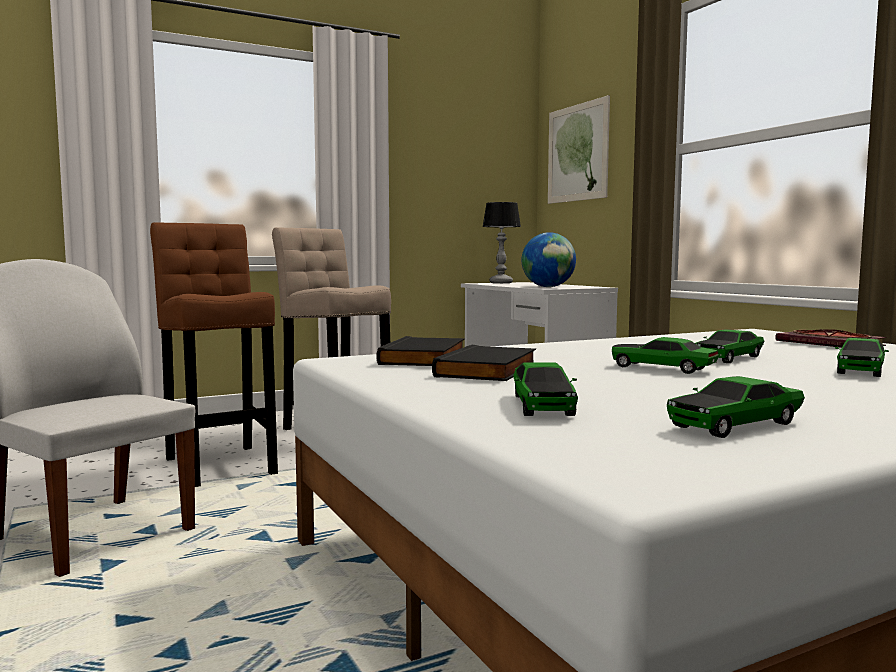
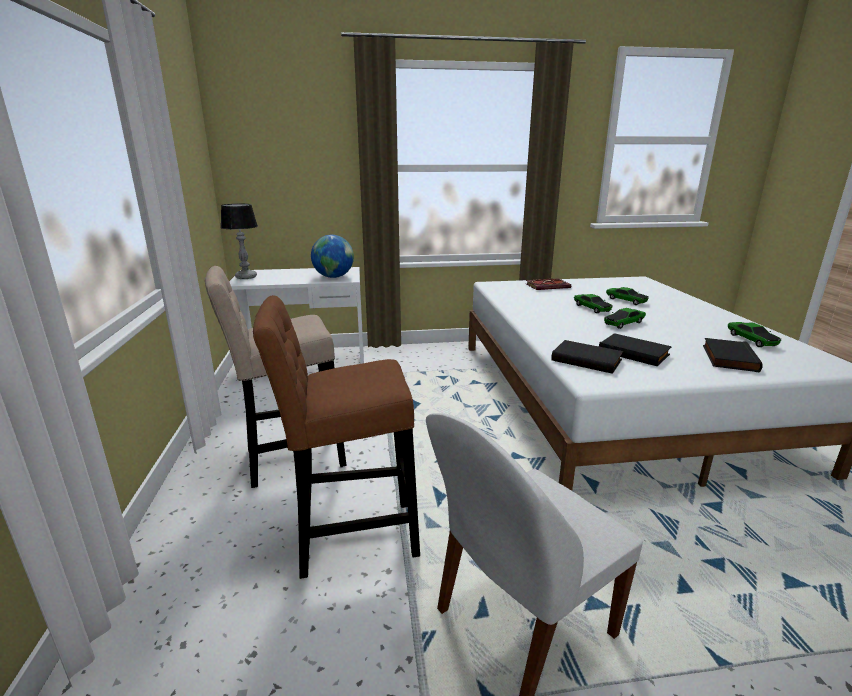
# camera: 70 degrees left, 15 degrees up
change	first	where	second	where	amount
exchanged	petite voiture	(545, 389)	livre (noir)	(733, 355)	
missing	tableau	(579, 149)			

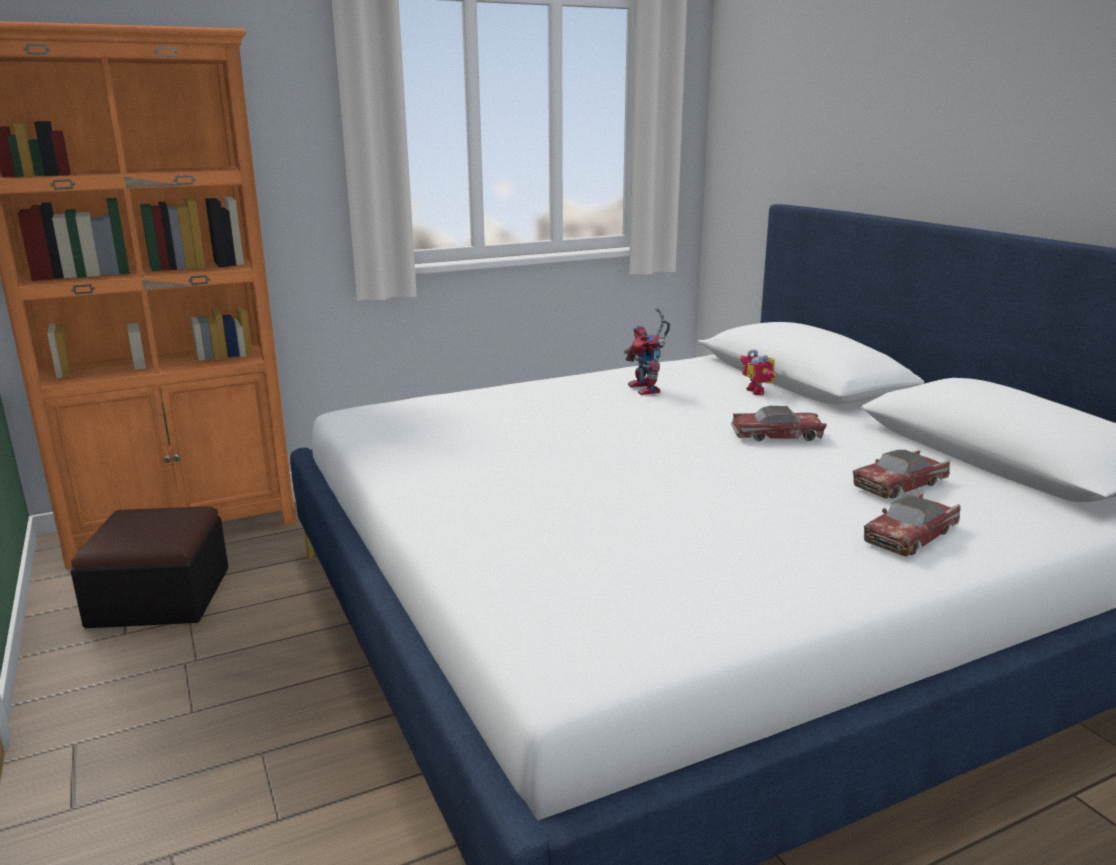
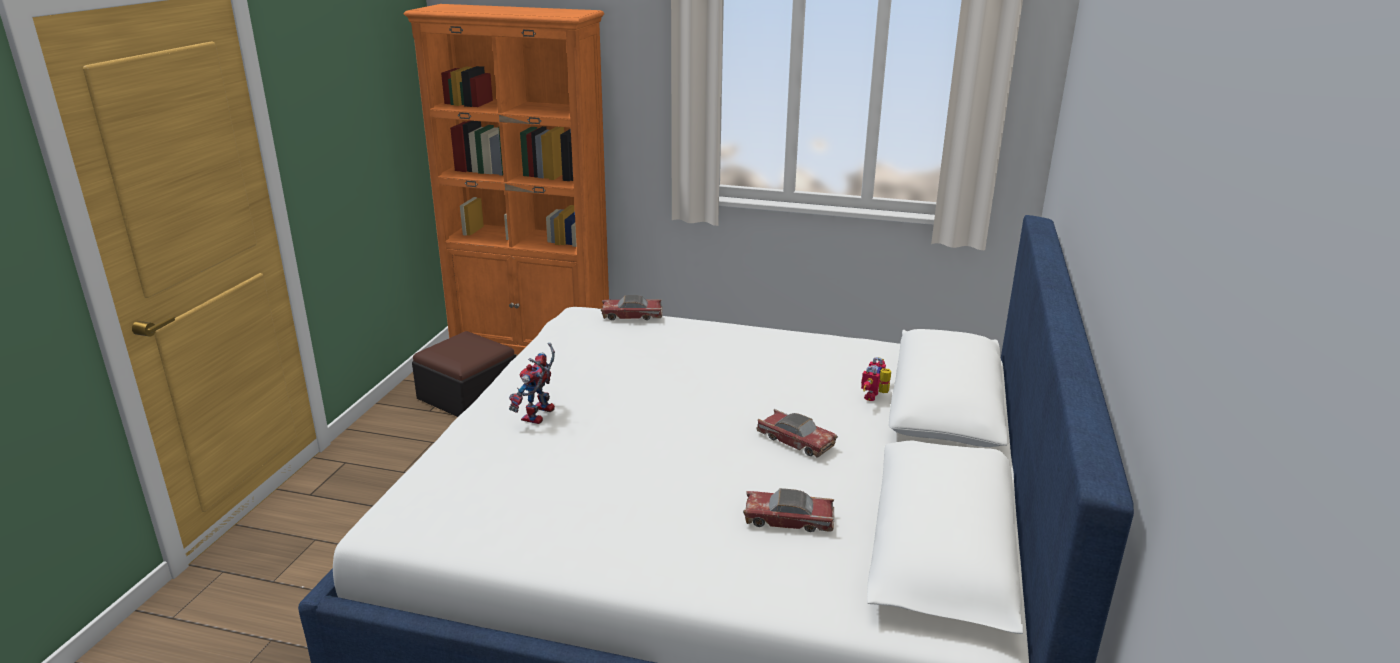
# camera: 40 degrees right, 5 degrees up
change	first	where	second	where	amount
relocated	robot jouet	(647, 351)		(532, 383)	
relocated	petite voiture	(912, 524)		(632, 307)	

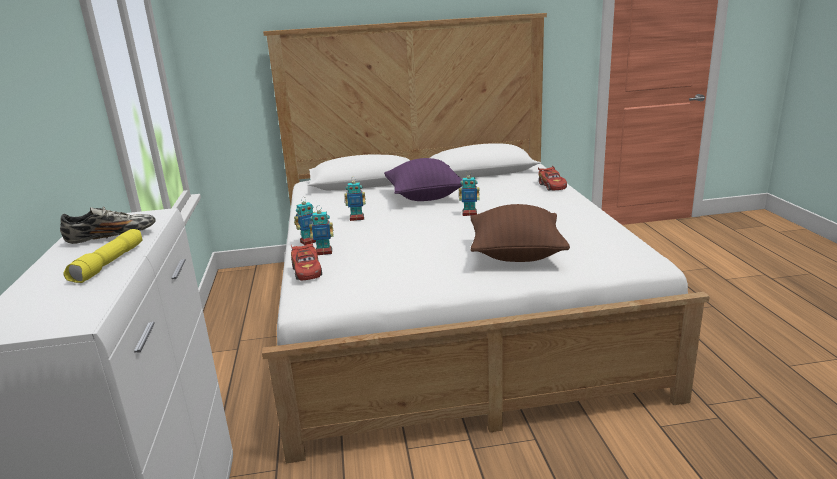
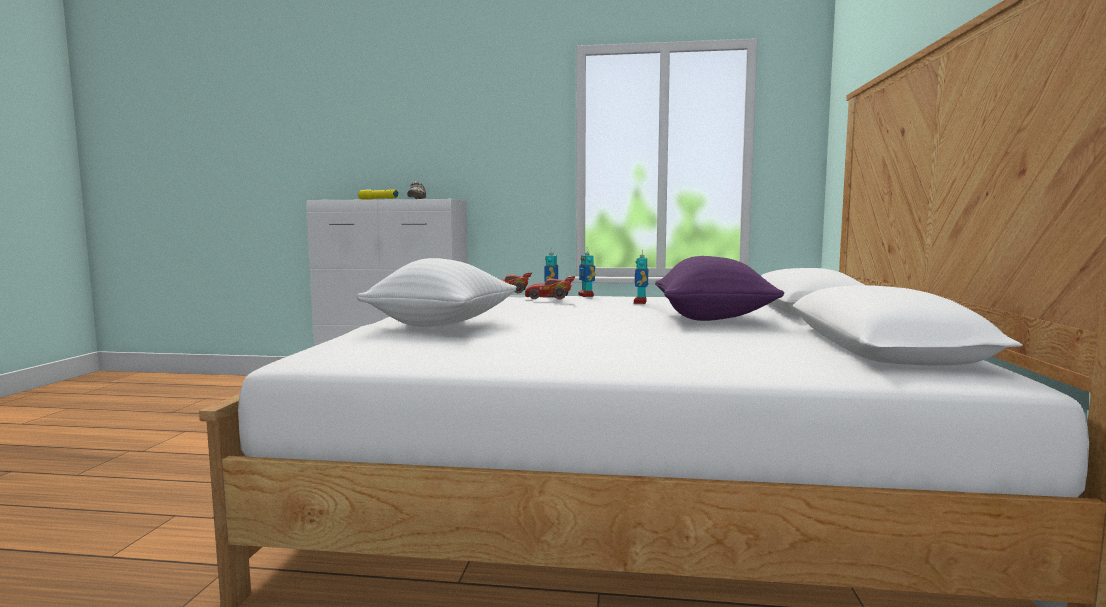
# camera: 105 degrees right, 15 degrees down
change	first	where	second	where	amount
missing	robot jouet	(469, 193)			
colour	coussin (marron)	(520, 233)	coussin (blanc)	(437, 292)	
relocated	petite voiture (rouge)	(552, 178)		(550, 288)	

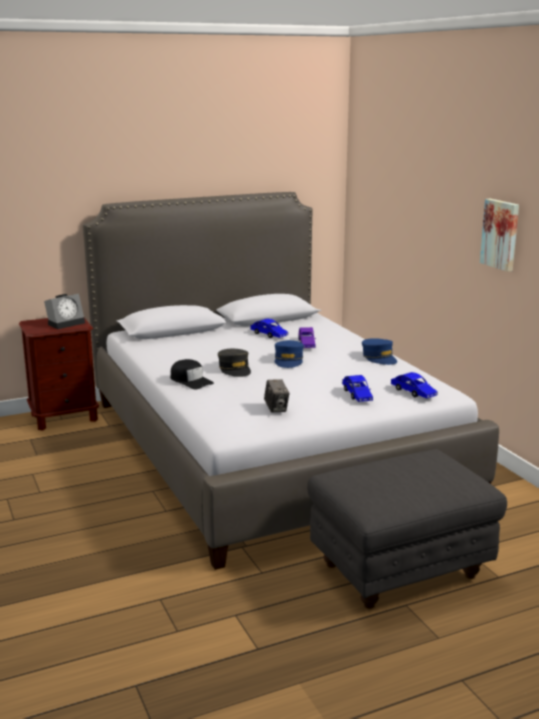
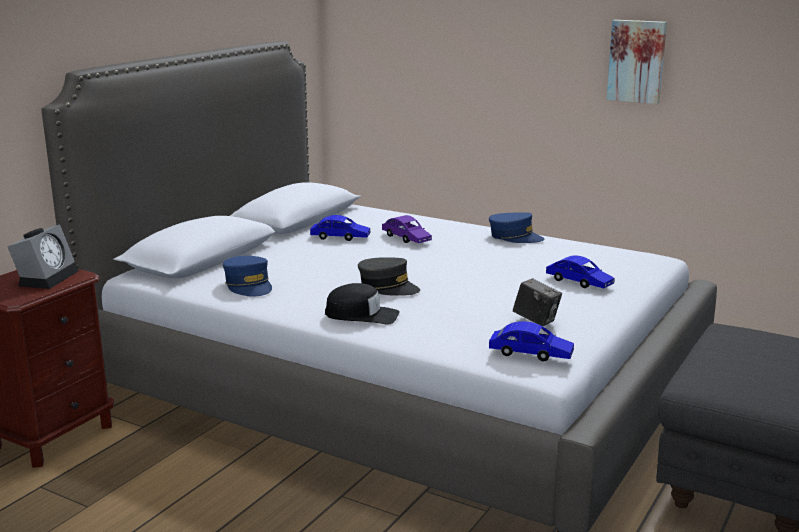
# camera: 35 degrees left, 0 degrees up
change	first	where	second	where	amount
relocated	casquette (bleu)	(289, 354)		(247, 276)	
relocated	petite voiture (bleu)	(414, 385)		(531, 341)	

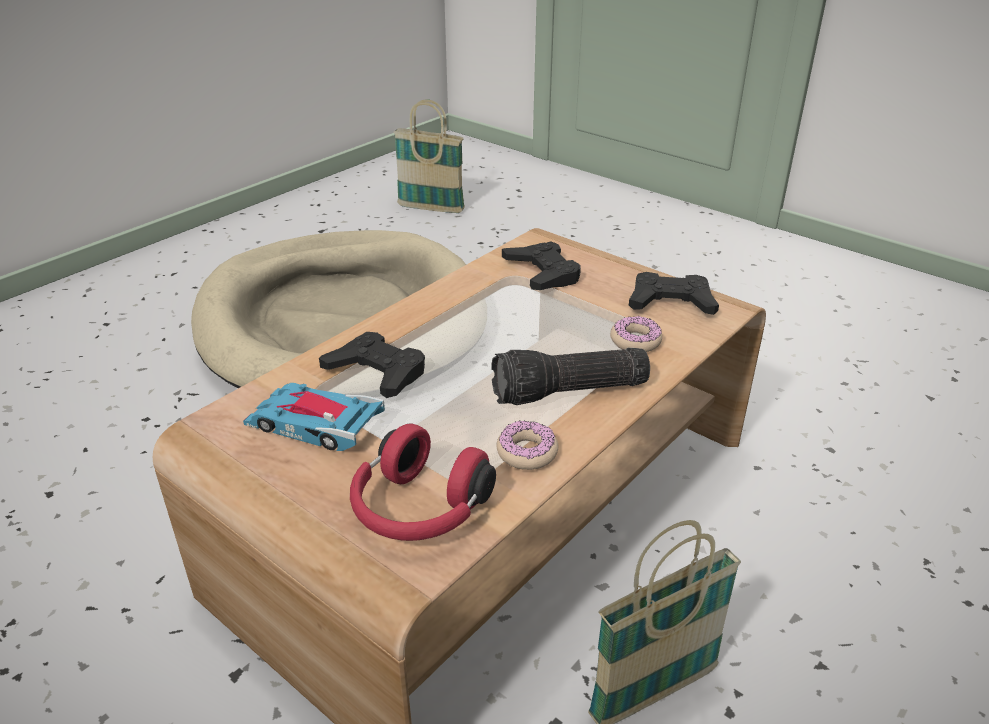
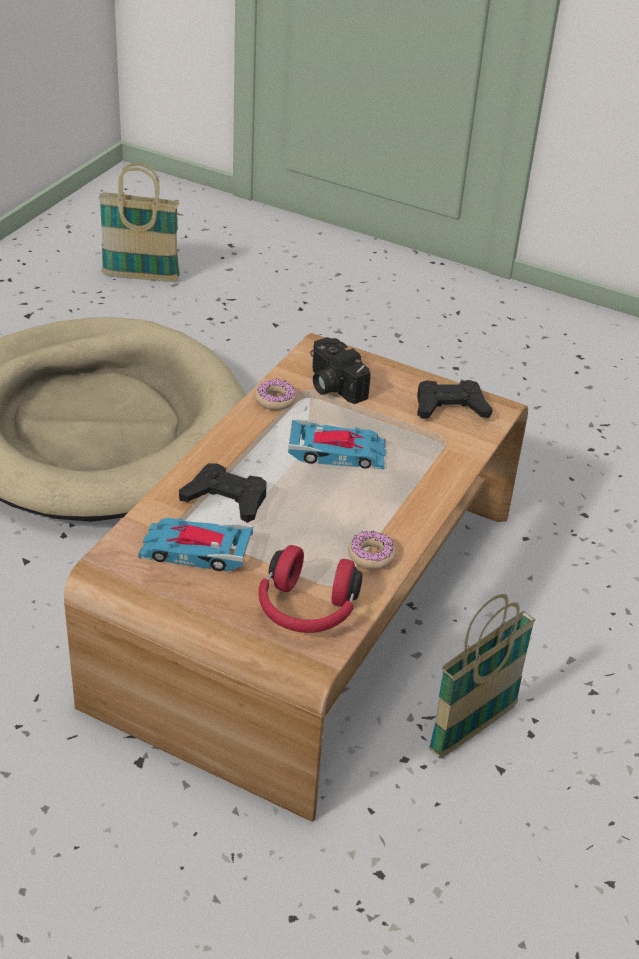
# camera: 15 degrees left, 5 degrees up
change	first	where	second	where	amount
missing	lampe de poche	(570, 376)			
exchanged	manette (noir)	(541, 265)	appareil photo	(340, 370)	
relocated	beignet	(636, 334)		(275, 394)	
appeared			petite voiture	(337, 444)	

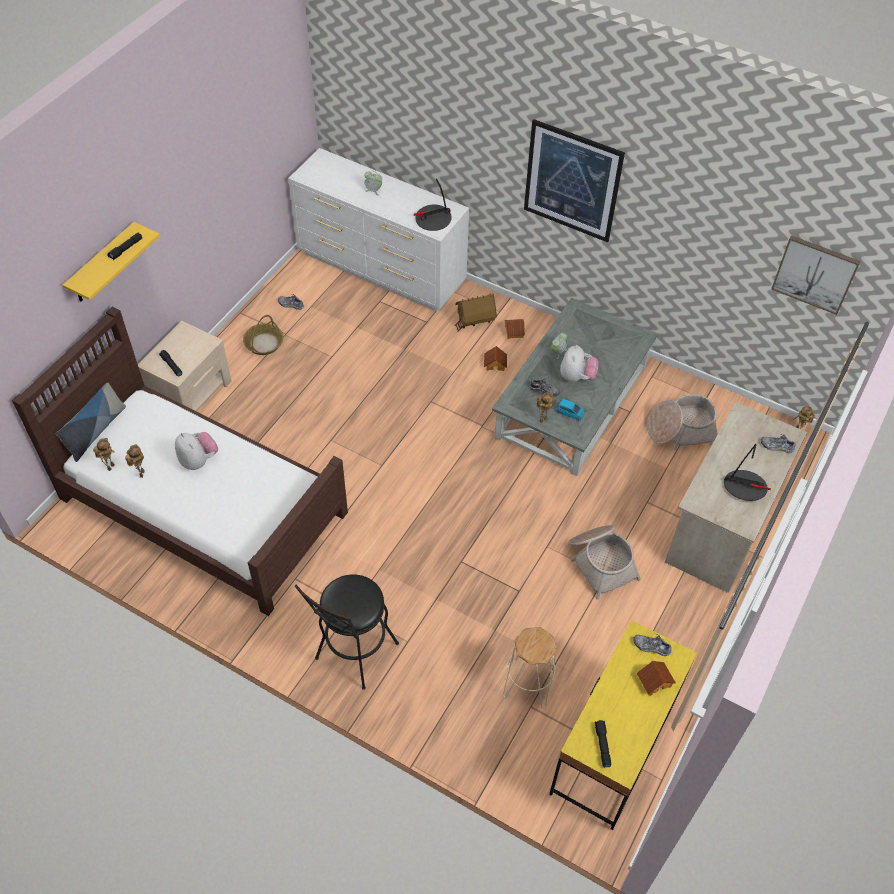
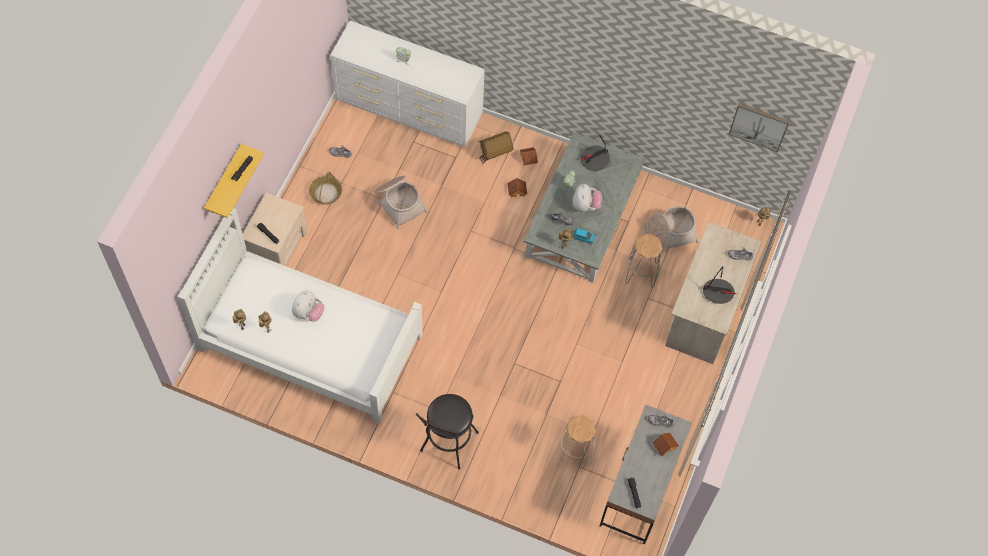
# camera: 10 degrees left, 10 degrees up
change	first	where	second	where	amount
colour	lit (marron)	(180, 461)	lit (blanc)	(300, 316)	
missing	coussin	(91, 422)			
spun	peluche	(196, 451)		(308, 306)	75 degrees clockwise
relocated	lampe de table	(433, 205)		(595, 153)	
missing	tableau	(574, 180)			
colour	bureau (jaune)	(623, 725)	bureau (gris)	(646, 474)	
relocated	panier	(604, 562)		(401, 203)	
appeared			tabouret (gris)	(644, 261)	

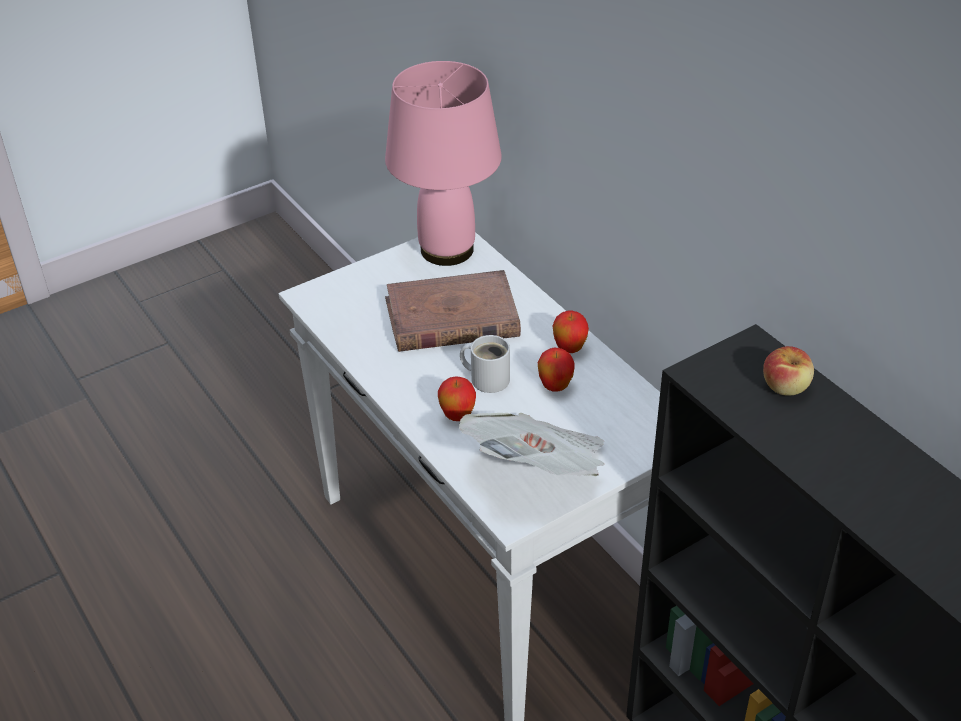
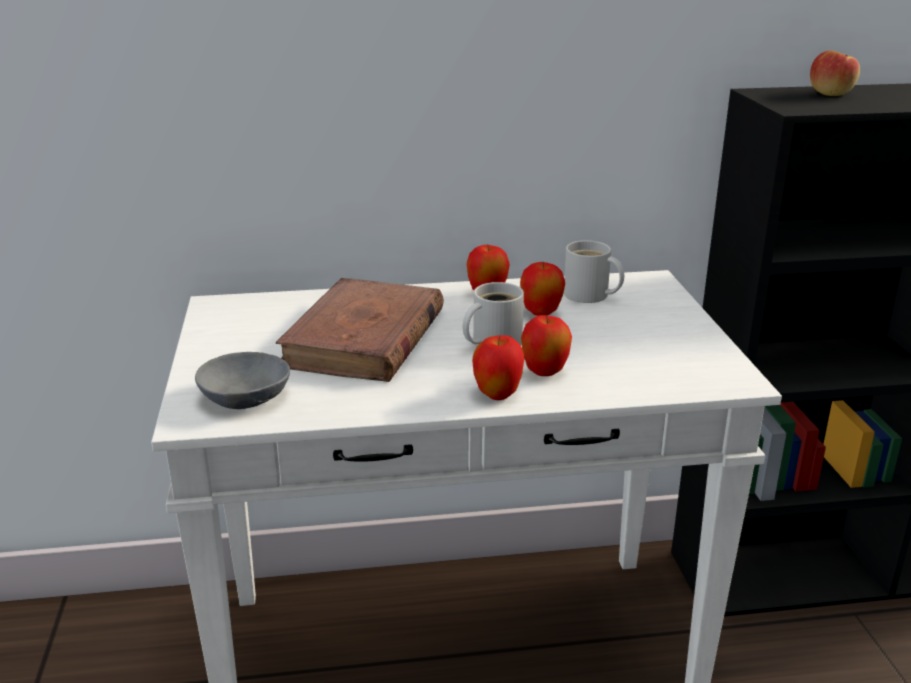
# camera: 65 degrees left, 15 degrees down
change	first	where	second	where	amount
missing	lampe de table (rose)	(443, 163)			
missing	journal	(532, 445)			
appeared			bol (gris)	(242, 380)	
appeared			pomme	(498, 367)	
appeared			mug (blanc)	(594, 271)	

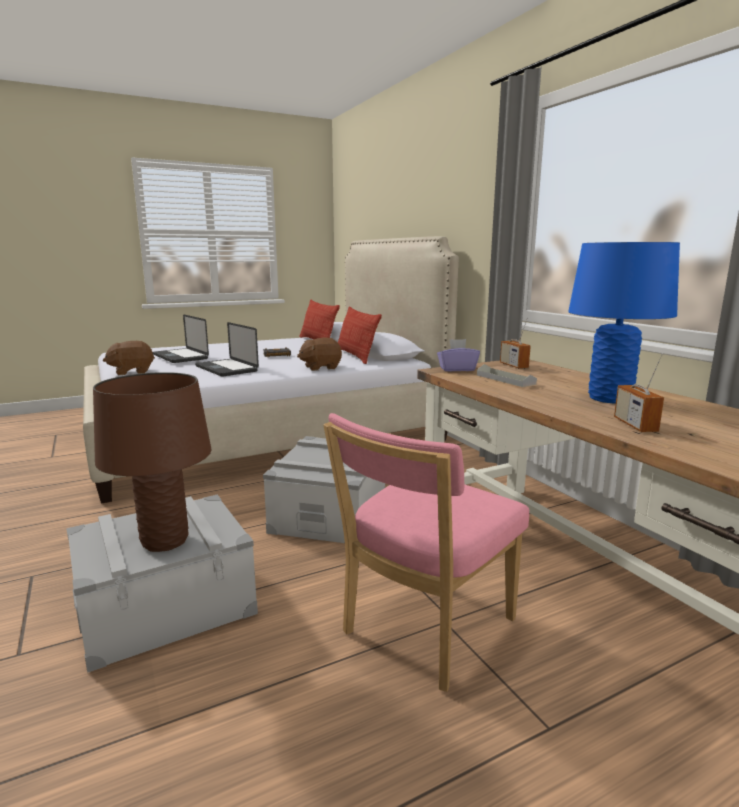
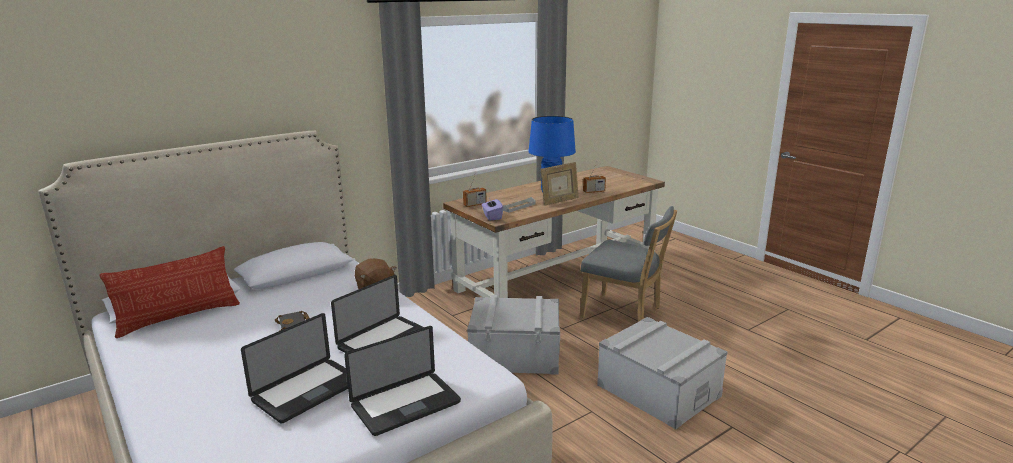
# camera: 100 degrees left, 5 degrees up
change	first	where	second	where	amount
missing	lampe de table (marron)	(152, 462)			
exchanged	peluche (marron)	(129, 358)	ordinateur portable	(402, 381)	
colour	chaise (rose)	(426, 552)	chaise (gris)	(628, 264)	
missing	coussin	(360, 335)			
appeared			cadre photo	(560, 183)	

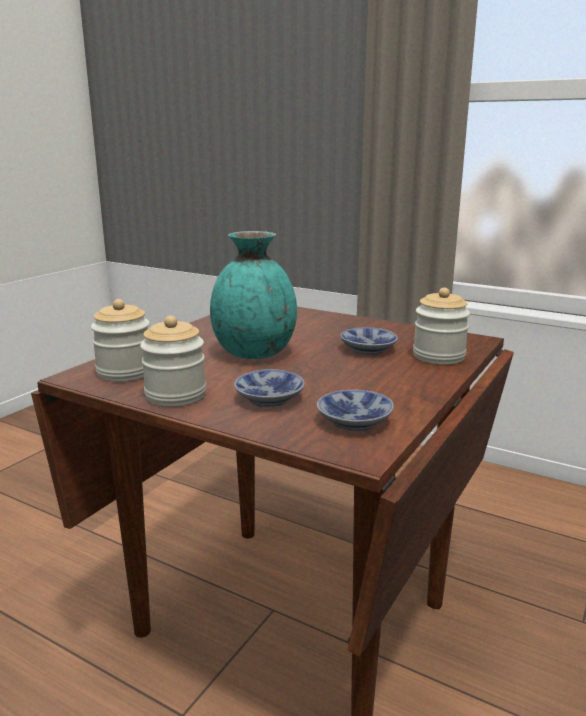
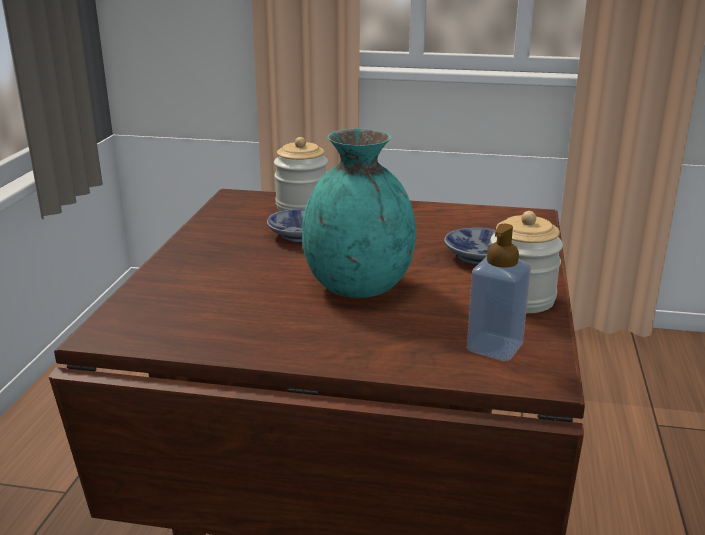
# camera: 110 degrees left, 5 degrees up
change	first	where	second	where	amount
exchanged	bocal	(120, 340)	distributeur de savon	(499, 292)	
missing	bol	(355, 410)			

